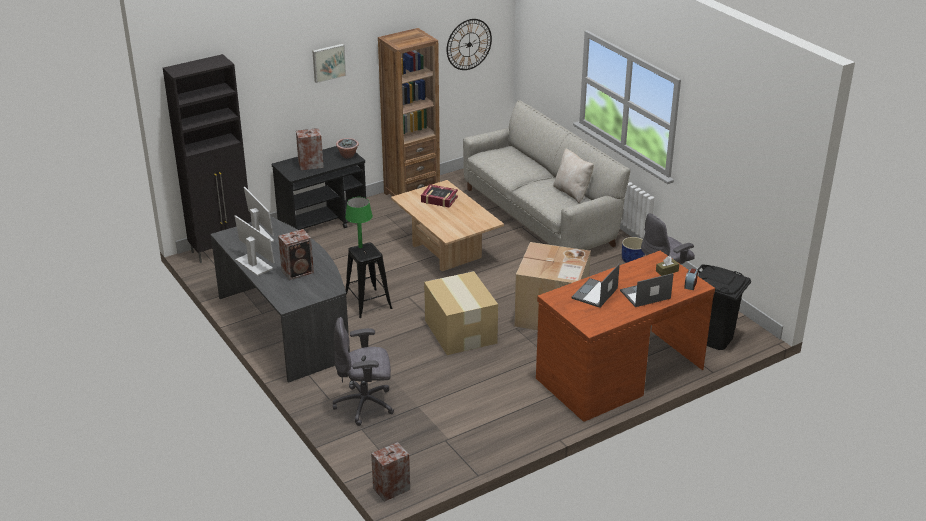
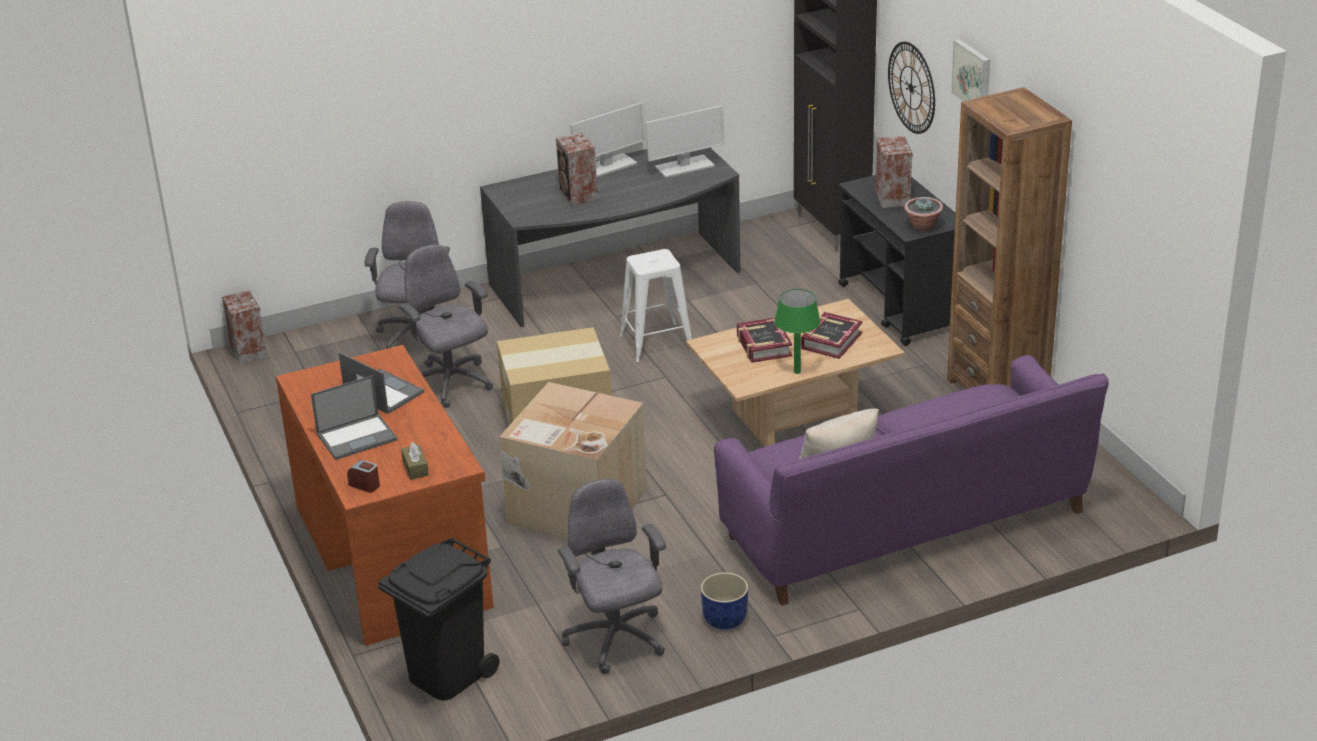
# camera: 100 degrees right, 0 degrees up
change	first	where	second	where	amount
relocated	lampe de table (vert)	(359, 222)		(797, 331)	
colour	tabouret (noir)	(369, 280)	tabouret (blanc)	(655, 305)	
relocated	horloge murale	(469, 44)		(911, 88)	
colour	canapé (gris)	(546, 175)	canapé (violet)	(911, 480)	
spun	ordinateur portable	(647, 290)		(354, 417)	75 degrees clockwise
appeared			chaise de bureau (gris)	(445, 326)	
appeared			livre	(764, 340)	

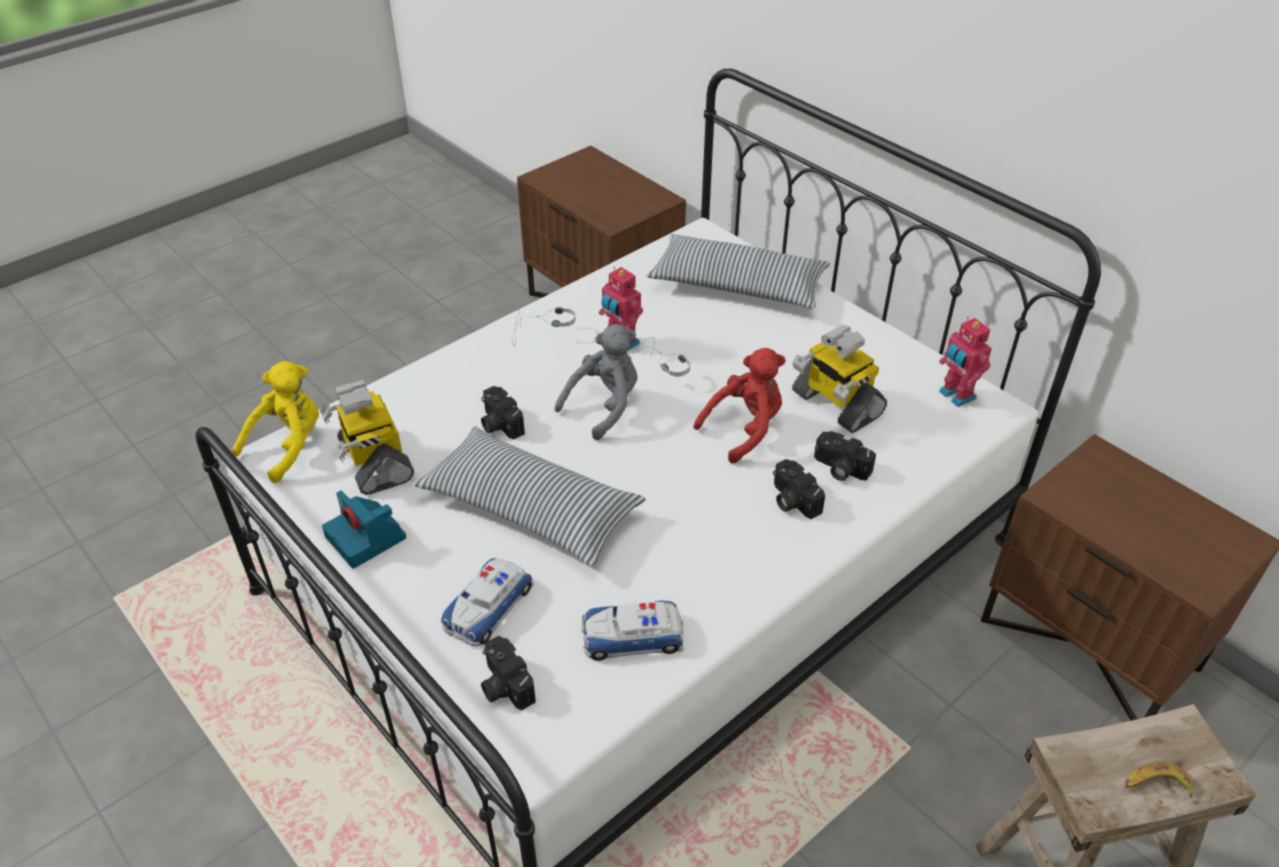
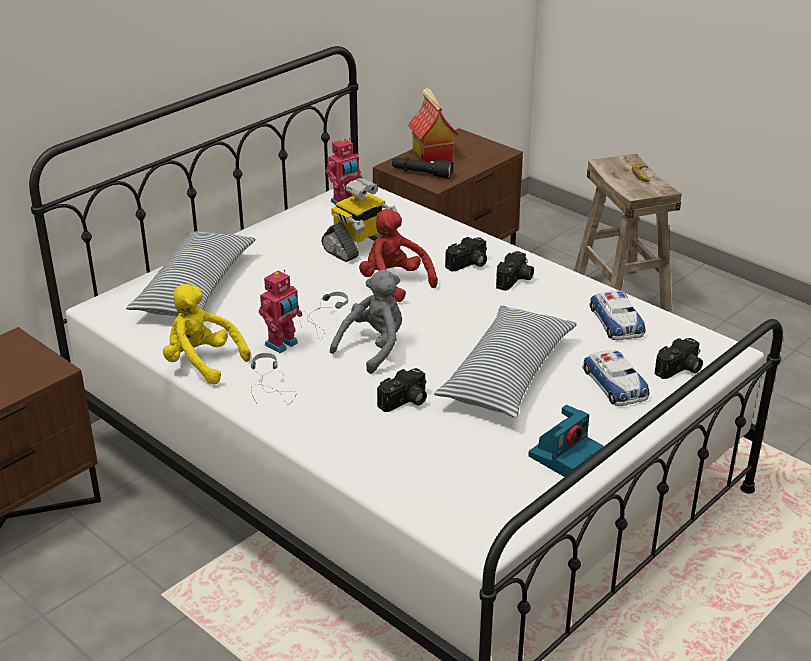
# camera: 95 degrees left, 10 degrees down
change	first	where	second	where	amount
relocated	peluche (jaune)	(275, 422)		(207, 334)	
missing	robot jouet	(367, 437)			
spun	petite voiture	(487, 602)		(615, 378)	45 degrees clockwise
spun	peluche (gris)	(596, 382)		(366, 322)	90 degrees clockwise
relocated	appareil photo	(845, 456)		(515, 271)	
appeared			lampe de poche (noir)	(422, 168)	
appeared			maison miniature	(433, 125)	

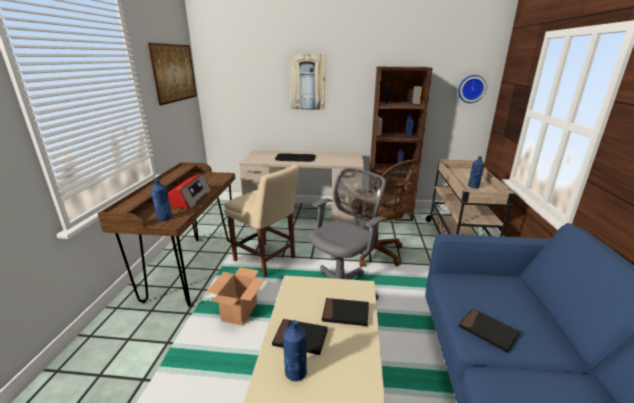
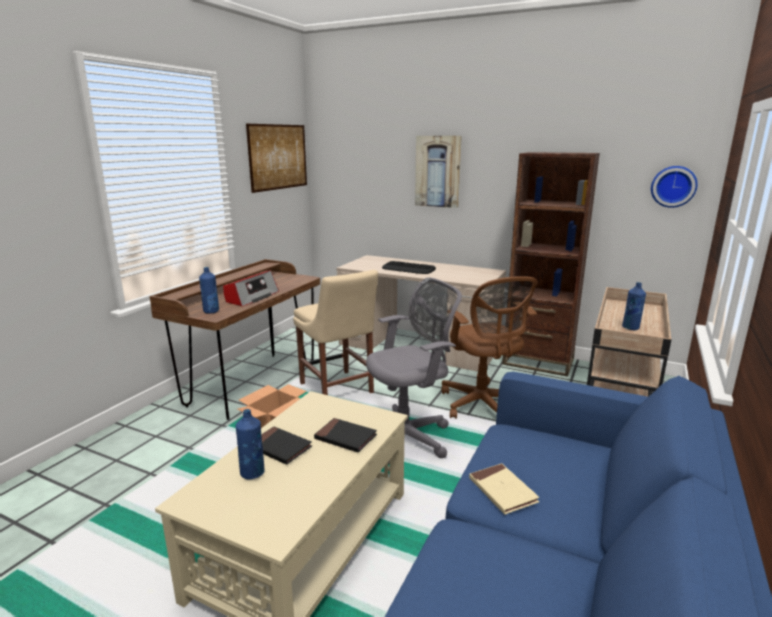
# camera: 20 degrees right, 5 degrees down
change	first	where	second	where	amount
colour	livre (noir)	(489, 331)	livre (beige)	(504, 489)	

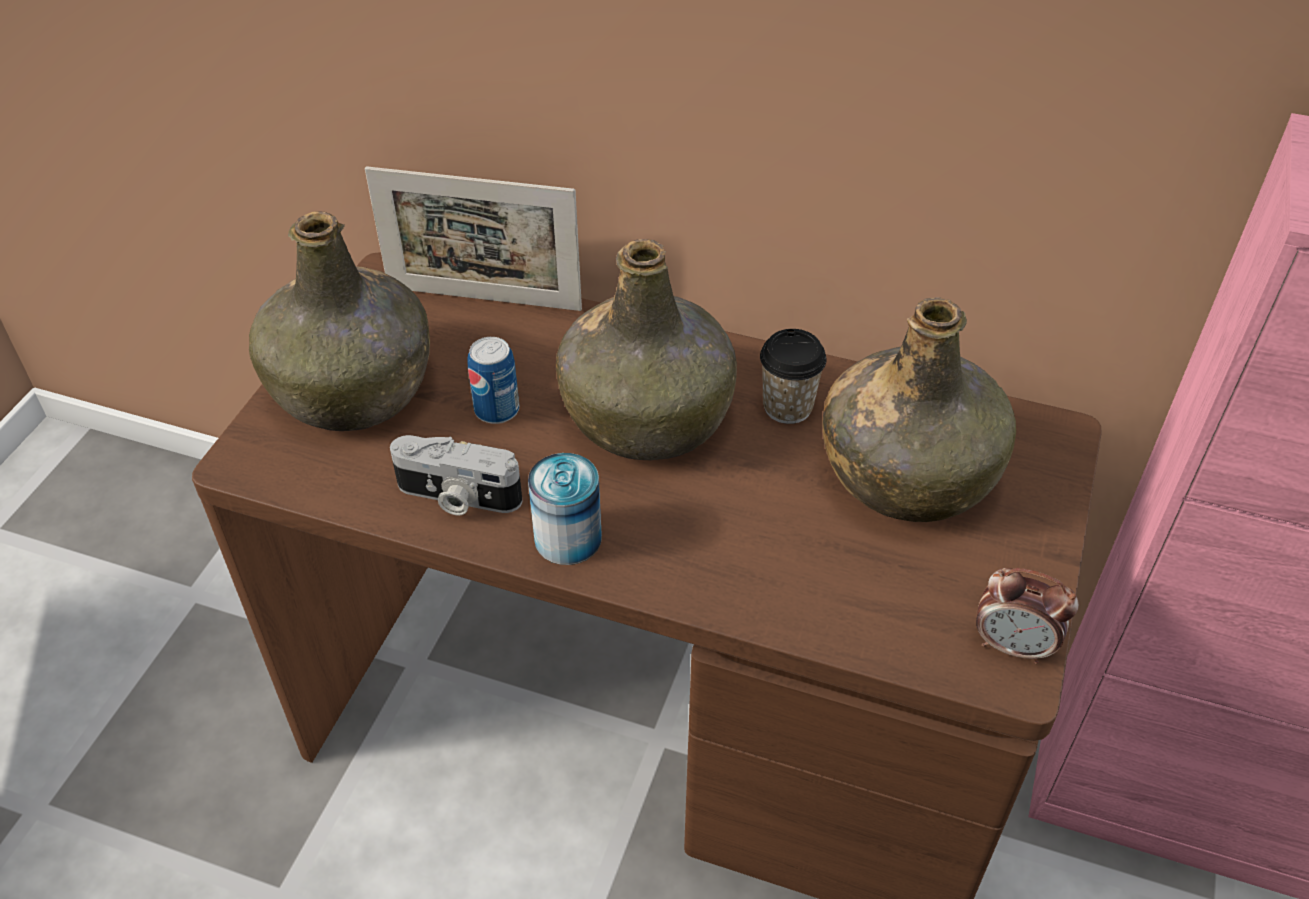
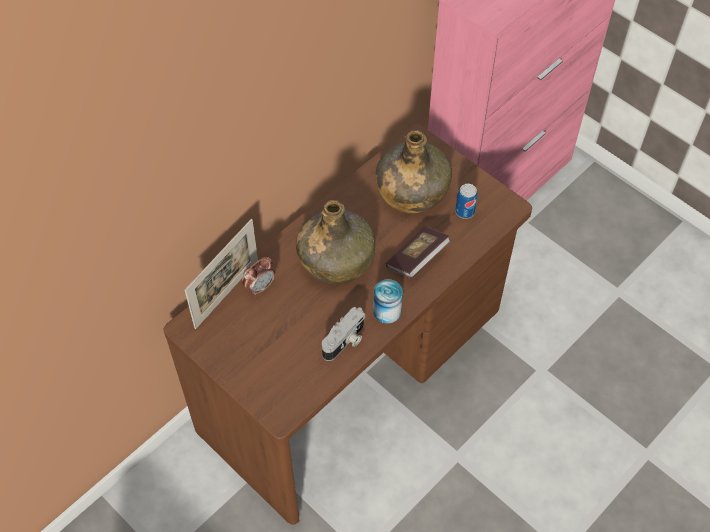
# camera: 65 degrees left, 10 degrees up
change	first	where	second	where	amount
missing	bouteille (vert)	(339, 321)			
relocated	boîte métallique	(493, 380)		(466, 201)	
missing	tasse	(793, 376)			
relocated	réveil	(1027, 616)		(258, 276)	
appeared			livre	(418, 252)	

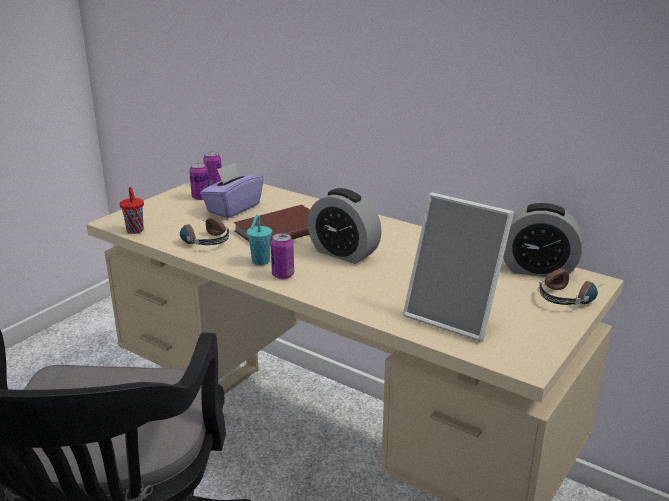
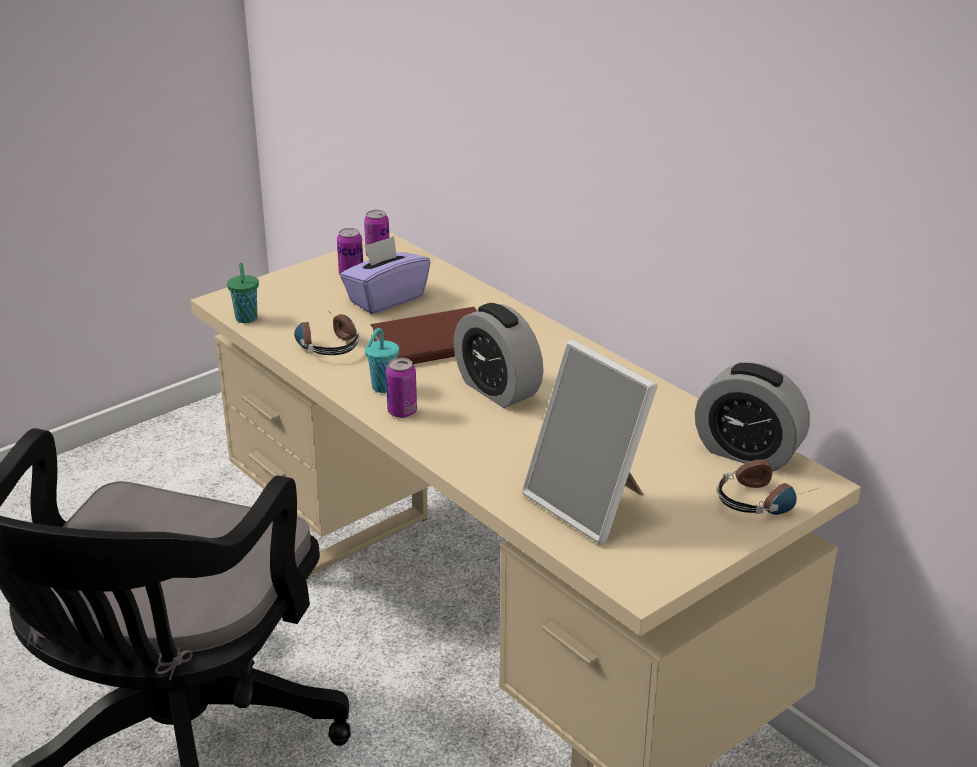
# camera: 15 degrees right, 5 degrees up
change	first	where	second	where	amount
colour	tasse (rouge)	(132, 210)	tasse (vert)	(243, 293)	

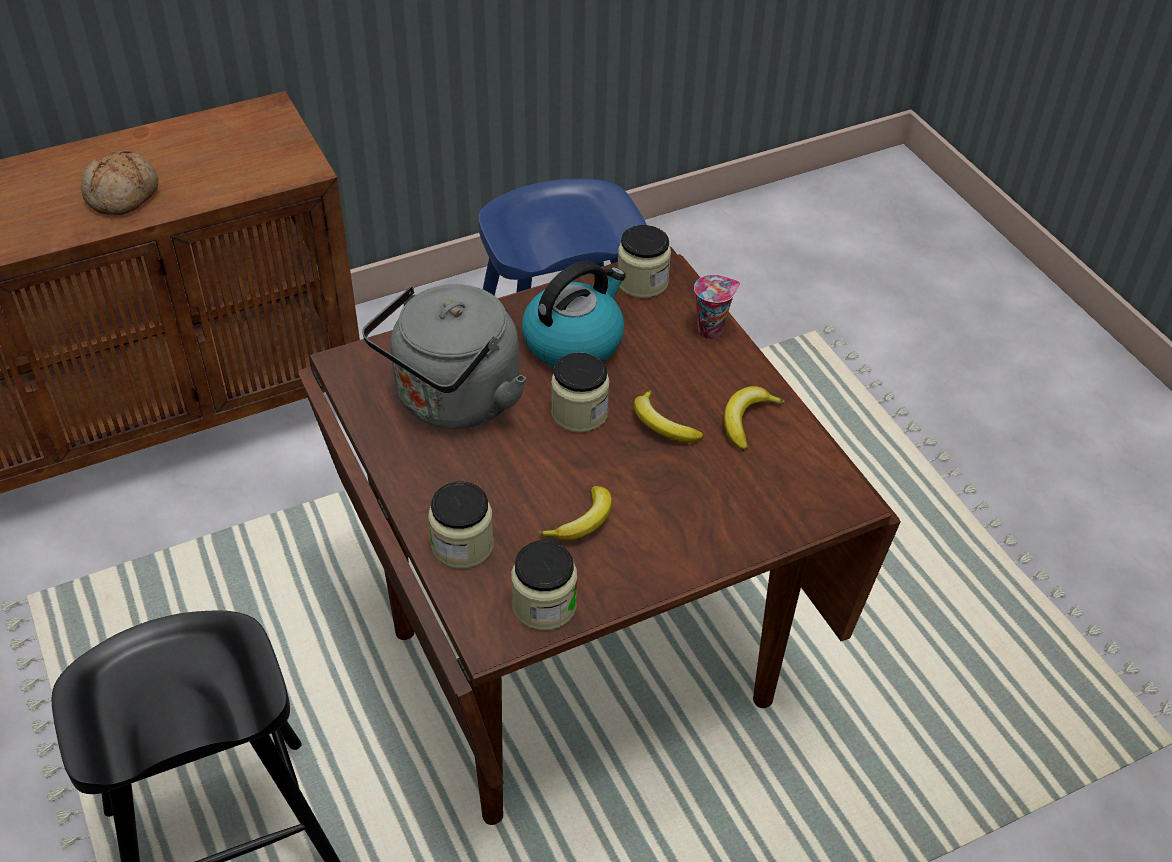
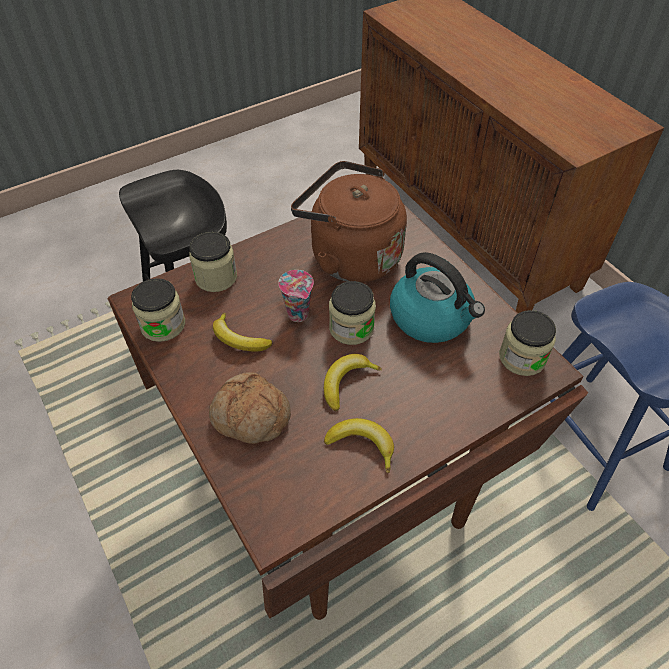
# camera: 85 degrees right, 5 degrees up
change	first	where	second	where	amount
relocated	pain	(119, 183)		(250, 408)	
colour	bouilloire (gris)	(444, 356)	bouilloire (marron)	(349, 222)	
relocated	tasse	(717, 307)		(296, 296)	

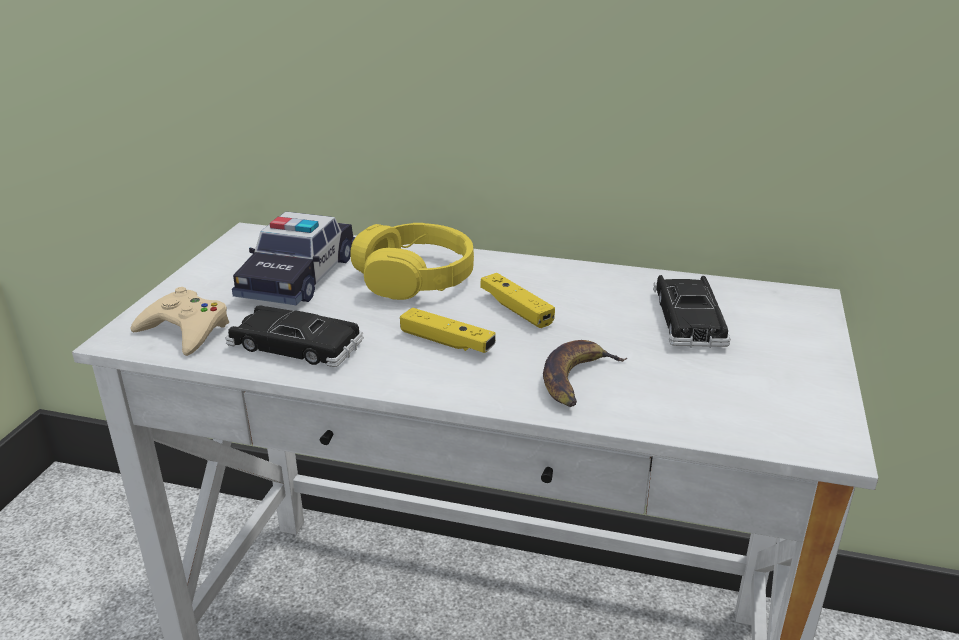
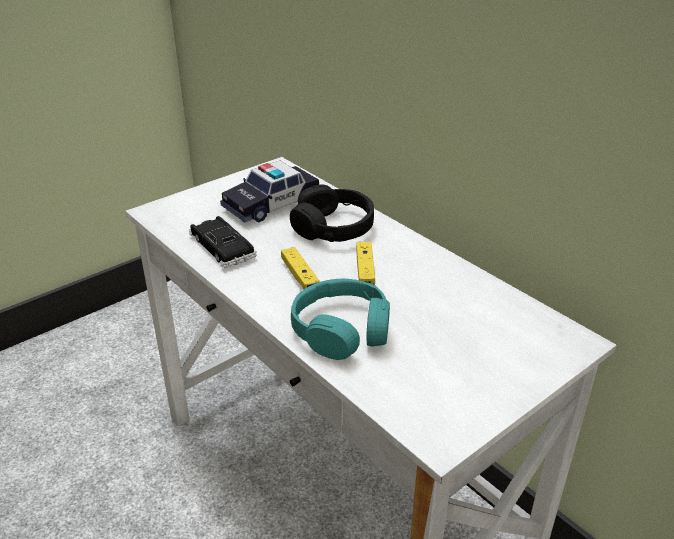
# camera: 35 degrees right, 5 degrees up
change	first	where	second	where	amount
missing	manette (beige)	(180, 321)			
colour	casque audio (jaune)	(412, 261)	casque audio (noir)	(332, 213)	
exchanged	banane	(585, 373)	casque audio (turquoise)	(340, 319)	
missing	petite voiture (noir)	(692, 311)			

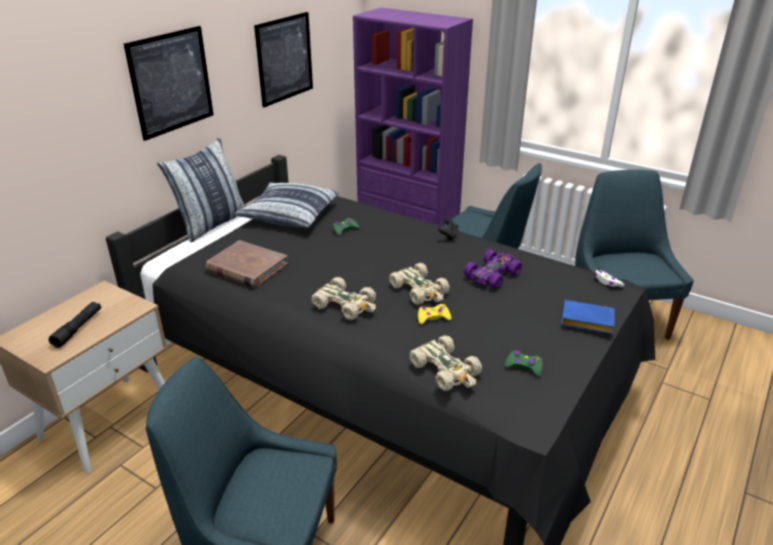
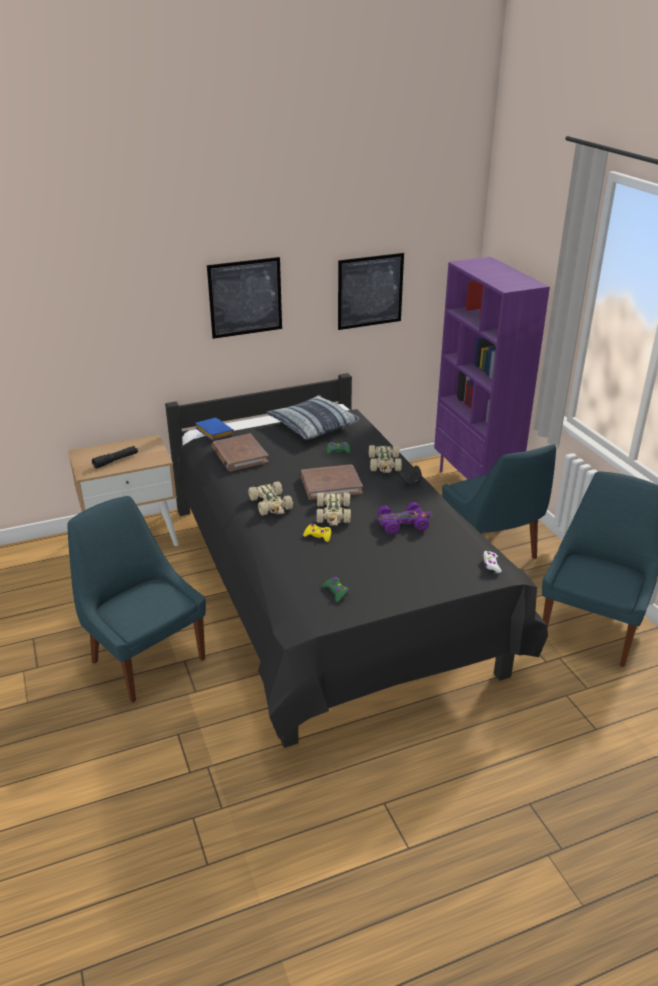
# camera: 35 degrees right, 0 degrees up
change	first	where	second	where	amount
missing	coussin	(201, 190)			
relocated	petite voiture (beige)	(446, 363)		(385, 459)	
relocated	livre (bleu)	(588, 317)		(214, 429)	
appeared			livre (marron)	(332, 482)	

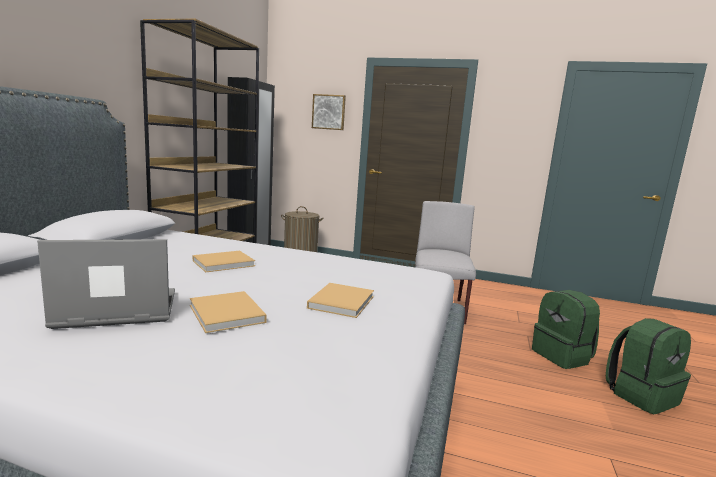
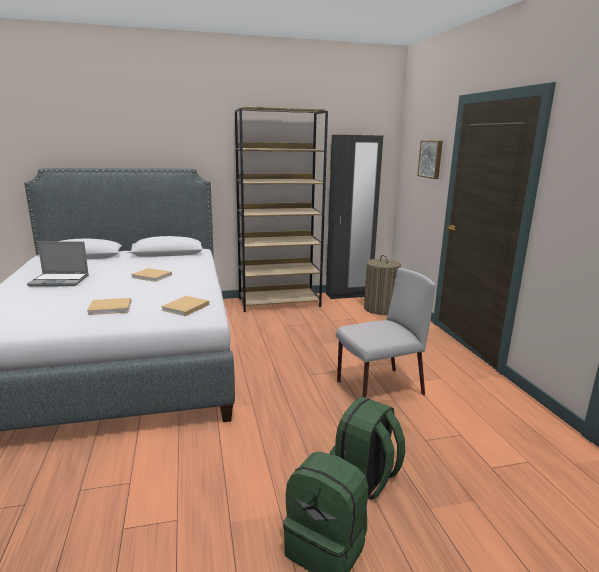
# camera: 60 degrees right, 5 degrees up
change	first	where	second	where	amount
spun	ordinateur portable	(106, 284)		(58, 264)	135 degrees clockwise
relocated	livre (beige)	(228, 312)		(185, 306)	

